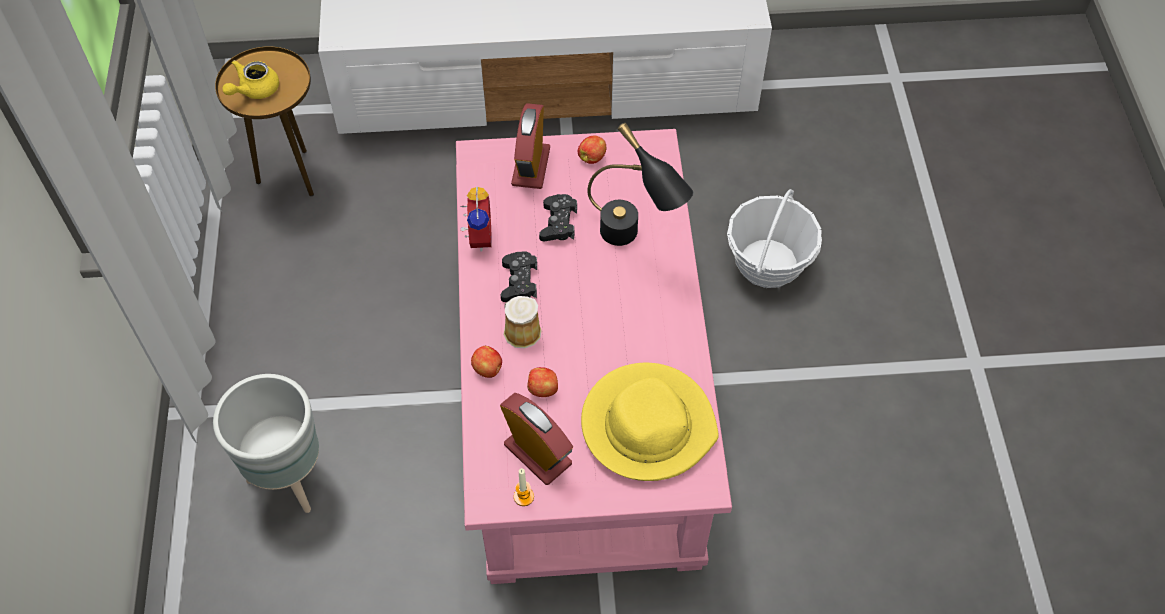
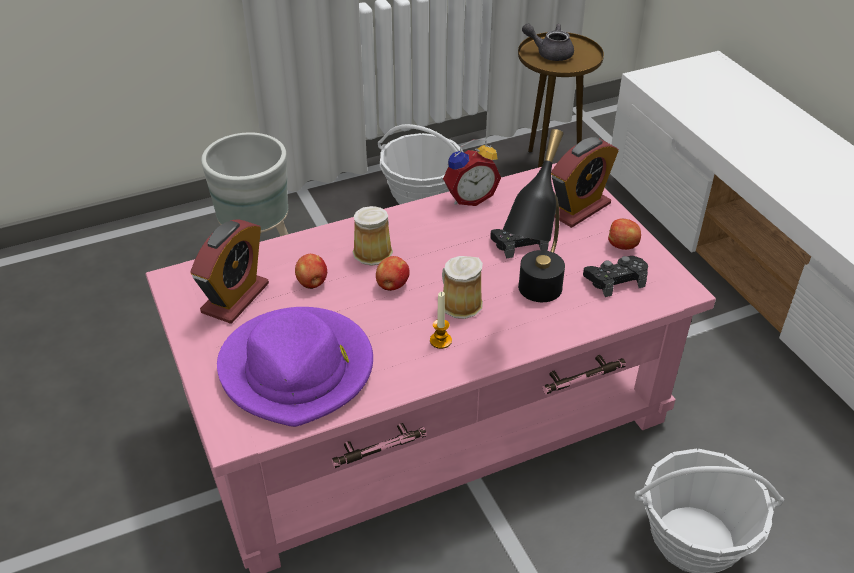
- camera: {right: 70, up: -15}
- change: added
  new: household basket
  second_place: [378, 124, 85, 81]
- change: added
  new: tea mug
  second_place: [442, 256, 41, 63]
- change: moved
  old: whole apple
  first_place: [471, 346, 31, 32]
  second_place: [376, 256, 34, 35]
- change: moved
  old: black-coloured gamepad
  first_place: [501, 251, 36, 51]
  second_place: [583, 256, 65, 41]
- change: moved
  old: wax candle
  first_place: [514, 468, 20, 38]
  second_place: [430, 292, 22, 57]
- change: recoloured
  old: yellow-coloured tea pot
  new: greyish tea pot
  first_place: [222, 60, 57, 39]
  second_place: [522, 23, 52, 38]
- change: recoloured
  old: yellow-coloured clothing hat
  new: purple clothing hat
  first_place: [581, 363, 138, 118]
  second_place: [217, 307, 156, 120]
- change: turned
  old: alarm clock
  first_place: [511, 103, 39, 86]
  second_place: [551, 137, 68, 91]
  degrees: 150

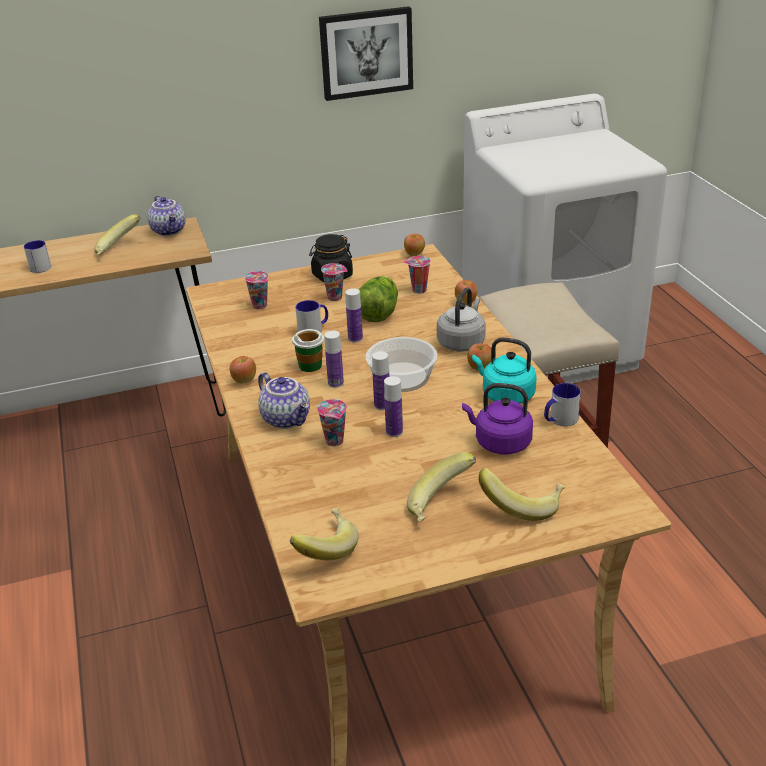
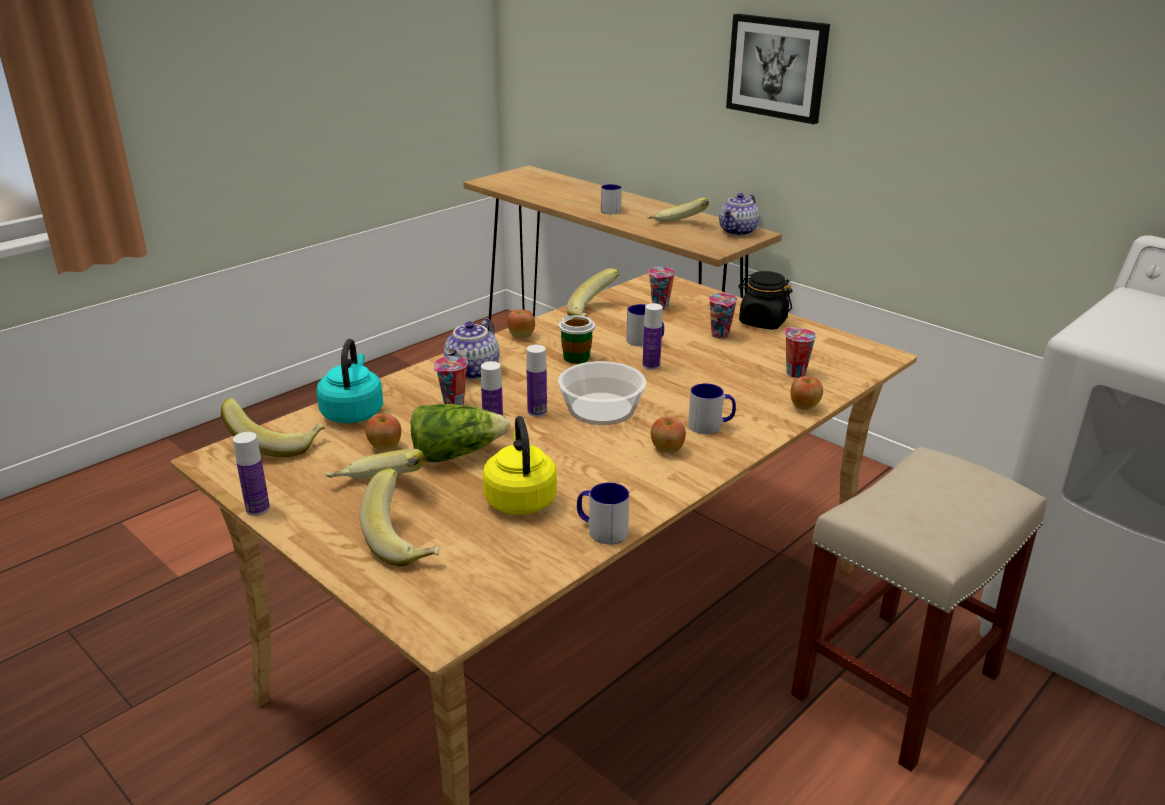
- camera: {right: 60, up: -5}
- change: added
  new: banana
  second_place: [566, 268, 54, 48]
- change: moved
  old: wall art
  first_place: [319, 6, 94, 95]
  second_place: [726, 14, 104, 110]
- change: moved
  old: drink bottle
  first_place: [324, 331, 20, 57]
  second_place: [233, 432, 37, 84]
- change: moved
  old: head of lettuce
  first_place: [359, 276, 39, 46]
  second_place: [411, 404, 99, 58]
- change: moved
  old: whole apple
  first_place: [404, 234, 21, 22]
  second_place: [366, 414, 35, 36]
- change: moved
  old: turquoise water kettle
  first_place: [472, 337, 65, 67]
  second_place: [317, 339, 66, 84]
- change: replaced
  old: greyish water kettle
  new: tea mug
  first_place: [437, 288, 49, 64]
  second_place: [688, 383, 48, 51]
- change: recoloured
  old: purple water kettle
  new: yellow-coloured water kettle
  first_place: [462, 383, 71, 72]
  second_place: [483, 416, 74, 99]

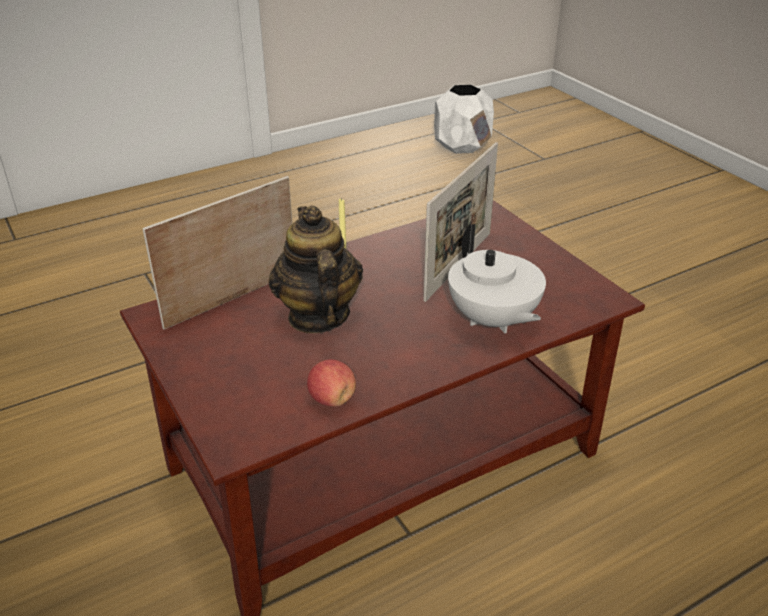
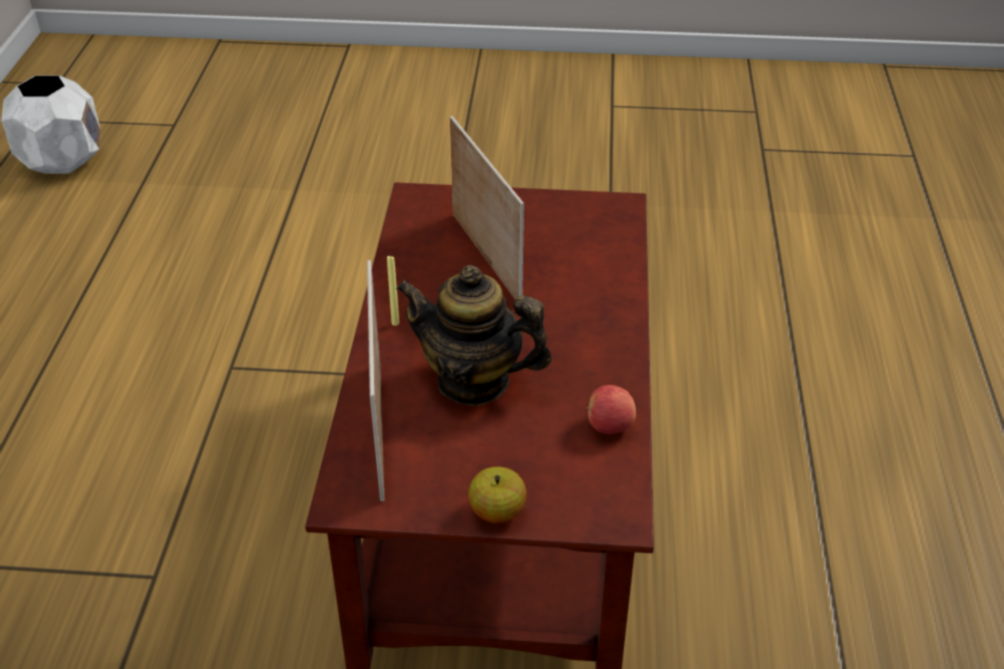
- camera: {right: -55, up: 5}
- change: removed
  old: white tea pot
  first_place: [448, 224, 98, 109]
- change: added
  new: whole apple
  second_place: [468, 467, 59, 57]

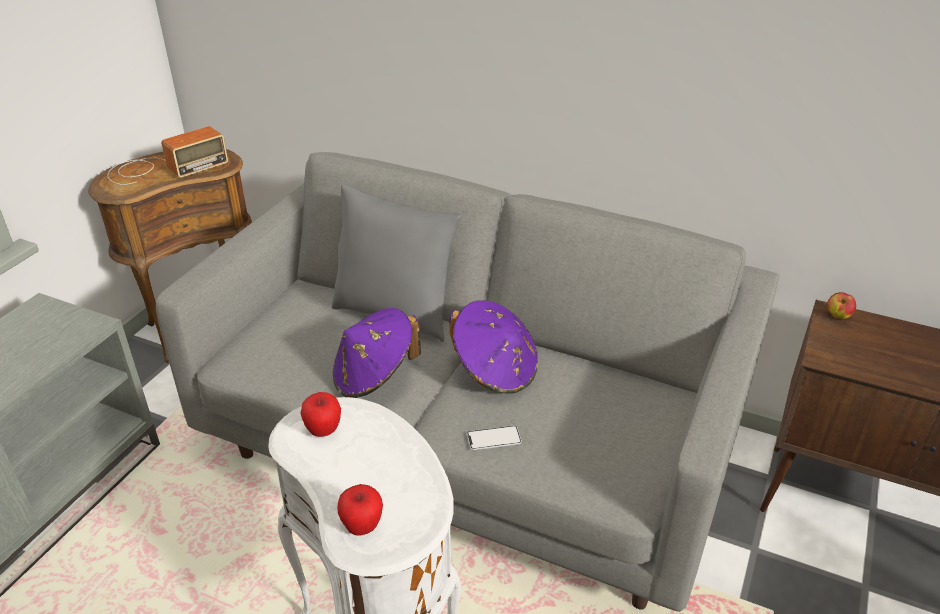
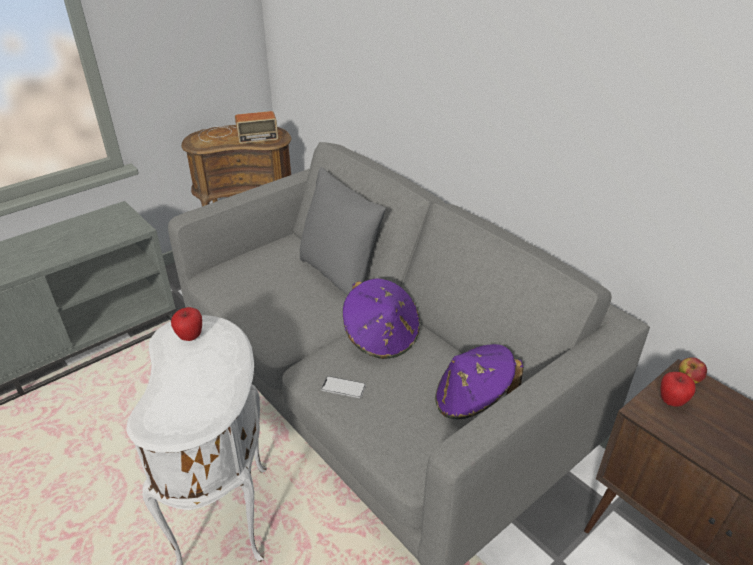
- camera: {right: 25, up: 0}
- change: moved
  old: purple clothing hat
  first_place: [333, 308, 88, 90]
  second_place: [435, 344, 88, 76]
- change: moved
  old: whole apple
  first_place: [337, 484, 46, 51]
  second_place: [660, 372, 36, 35]

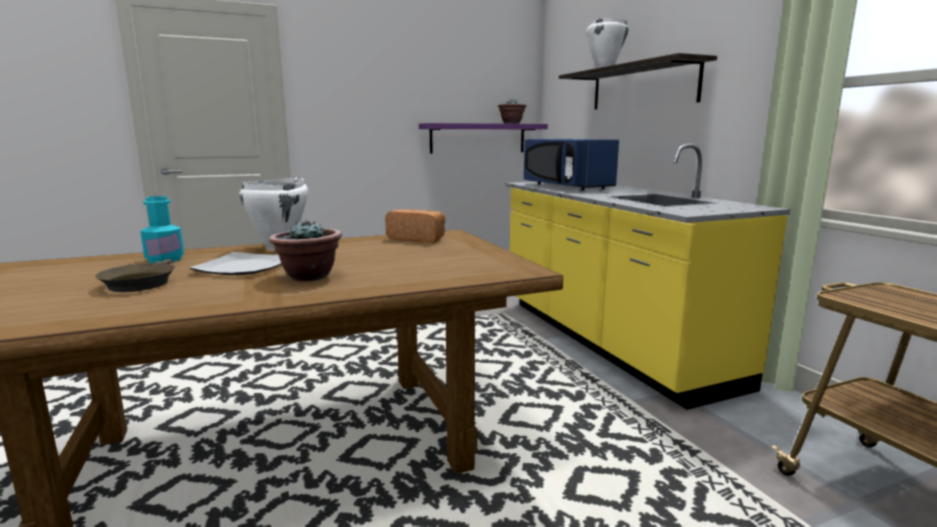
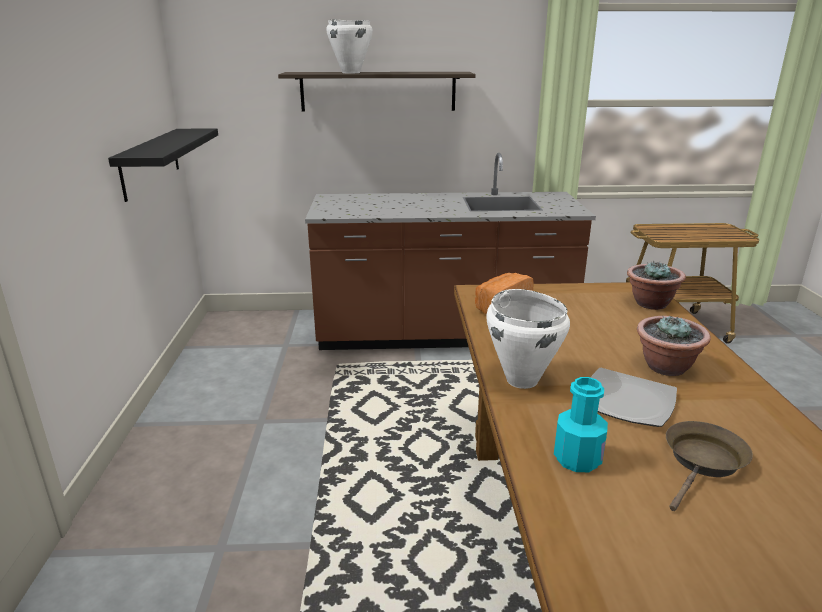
- camera: {right: -70, up: 10}
- change: removed
  old: bluish kitchen microwave
  first_place: [524, 139, 95, 52]
- change: moved
  old: potted plant
  first_place: [498, 99, 29, 25]
  second_place: [627, 260, 59, 50]
- change: recoloured
  old: purple wall shelf
  new: black-coloured wall shelf
  first_place: [419, 123, 129, 31]
  second_place: [108, 128, 110, 74]
- change: recoloured
  old: yellow-coloured counter
  new: brown-coloured counter
  first_place: [505, 144, 285, 266]
  second_place: [305, 153, 291, 197]
- change: turned
  old: brown-coloured frying pan
  first_place: [95, 259, 80, 33]
  second_place: [666, 421, 87, 90]
  degrees: -60

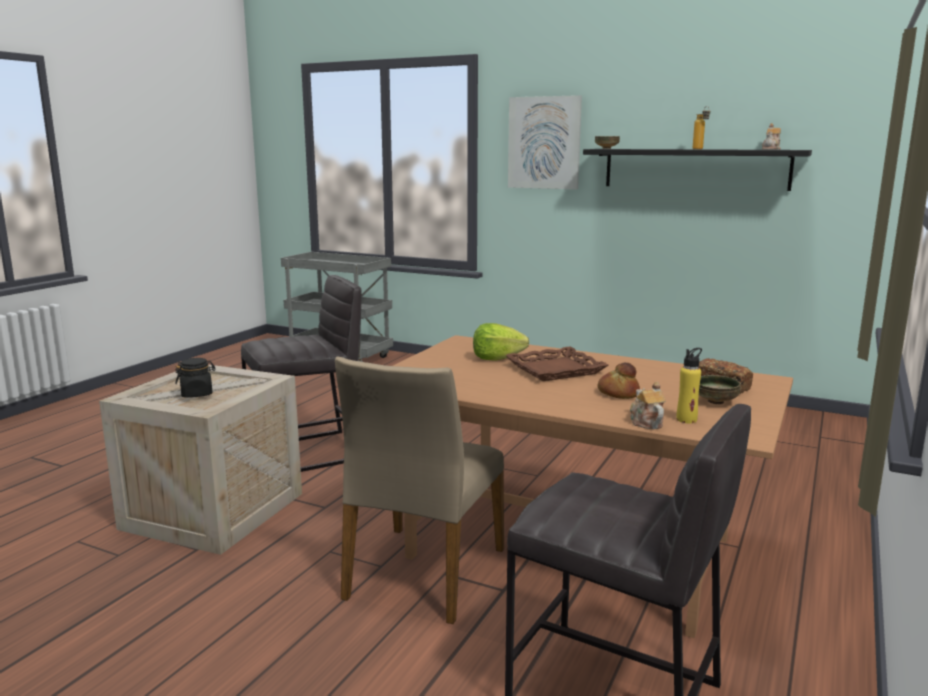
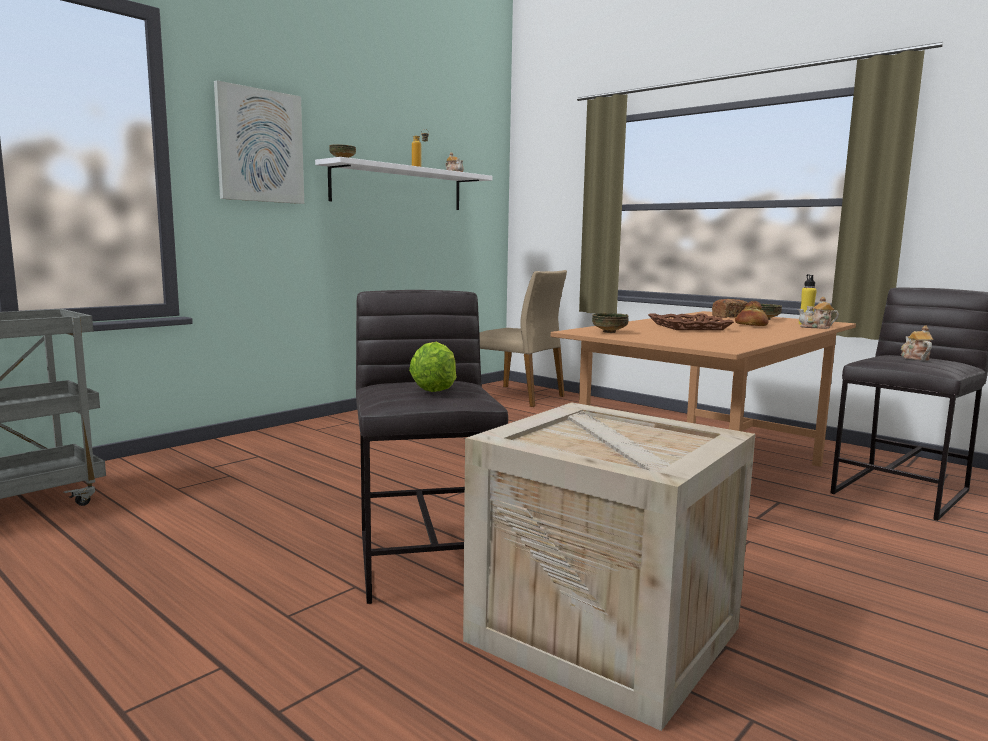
- camera: {right: -75, up: -5}
- change: removed
  old: black-coloured preserve jar
  first_place: [175, 358, 41, 40]
- change: added
  new: serving bowl
  second_place: [592, 313, 36, 20]
- change: added
  new: tea pot
  second_place: [901, 326, 32, 34]
- change: moved
  old: beige chair
  first_place: [335, 356, 169, 268]
  second_place: [479, 270, 88, 137]
- change: moved
  old: head of lettuce
  first_place: [473, 323, 56, 38]
  second_place: [409, 342, 48, 50]
- change: recoloured
  old: black-coloured wall shelf
  new: white wall shelf
  first_place: [583, 149, 229, 42]
  second_place: [315, 157, 178, 53]

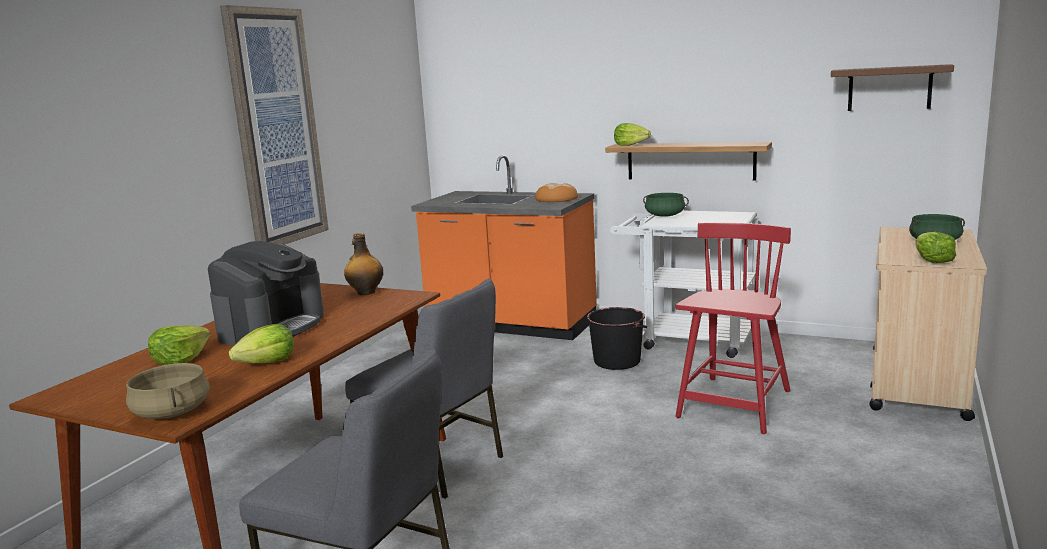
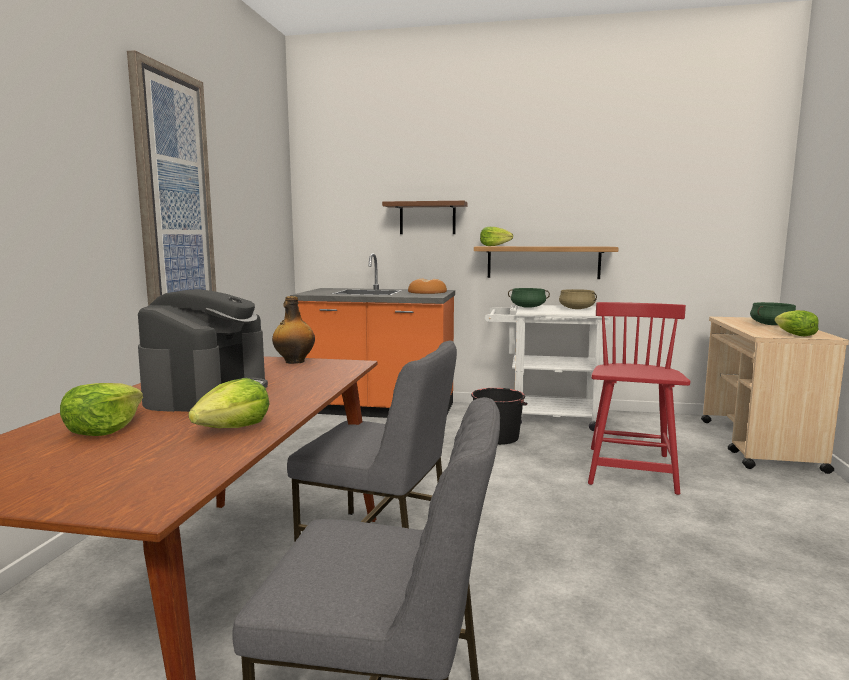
- camera: {right: -15, up: -5}
- change: moved
  old: beige stockpot
  first_place: [126, 363, 84, 56]
  second_place: [559, 289, 38, 20]
- change: moved
  old: brown-coloured wall shelf
  first_place: [831, 64, 123, 47]
  second_place: [382, 201, 85, 33]

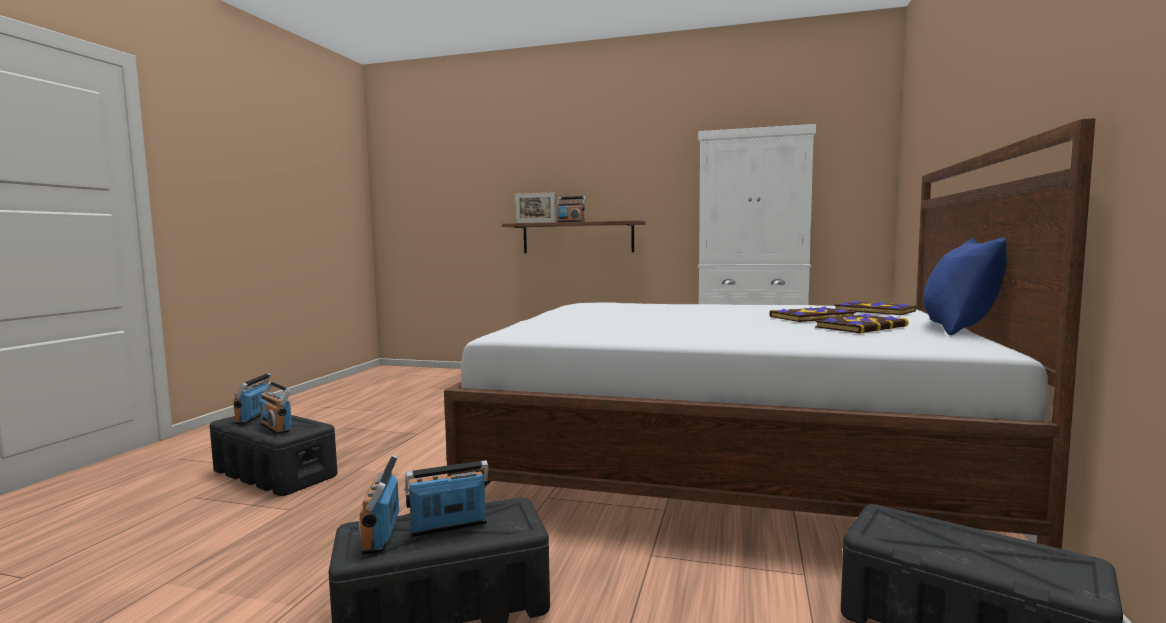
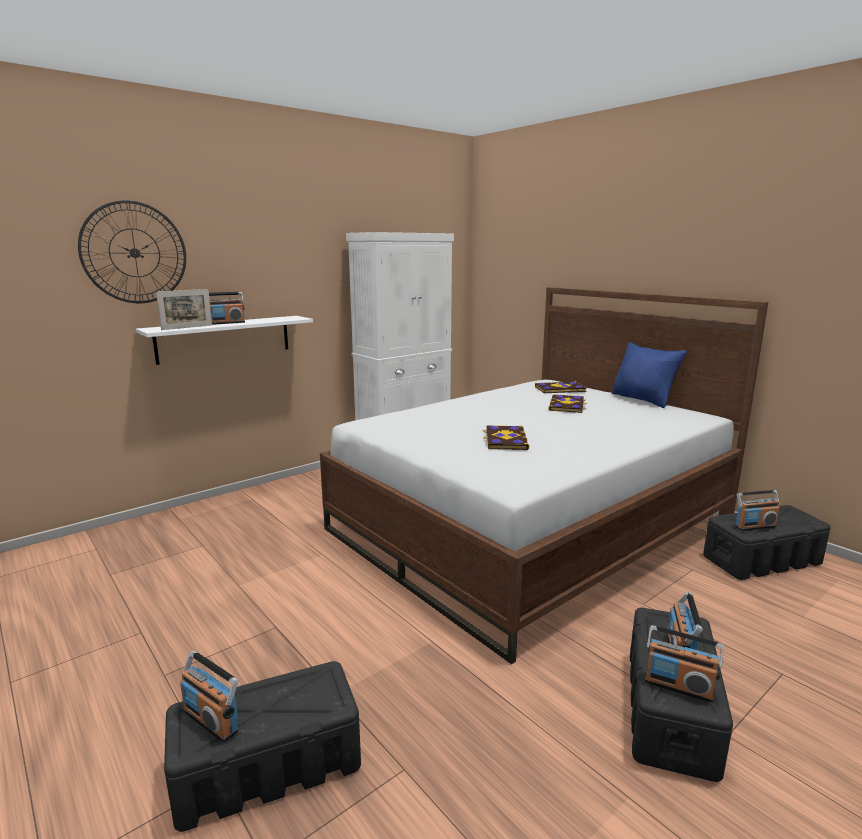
- camera: {right: -55, up: 10}
- change: added
  new: hanging clock
  second_place: [78, 200, 108, 103]
- change: moved
  old: radio set
  first_place: [259, 381, 33, 53]
  second_place: [735, 490, 45, 41]
- change: moved
  old: book
  first_place: [815, 313, 94, 21]
  second_place: [483, 426, 46, 24]
- change: recoloured
  old: brown-coloured wall shelf
  new: white wall shelf
  first_place: [502, 220, 144, 33]
  second_place: [136, 316, 177, 49]

